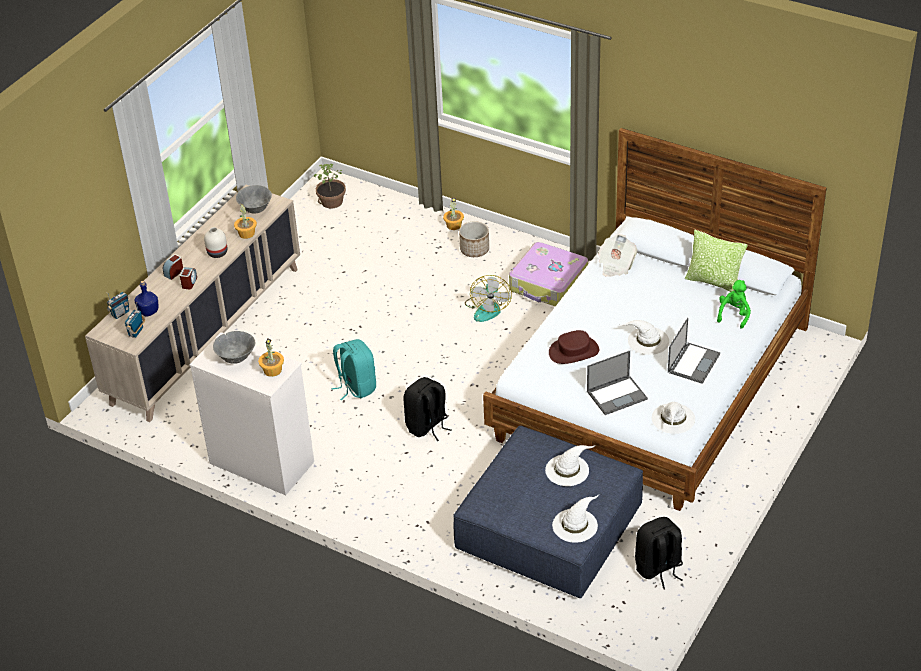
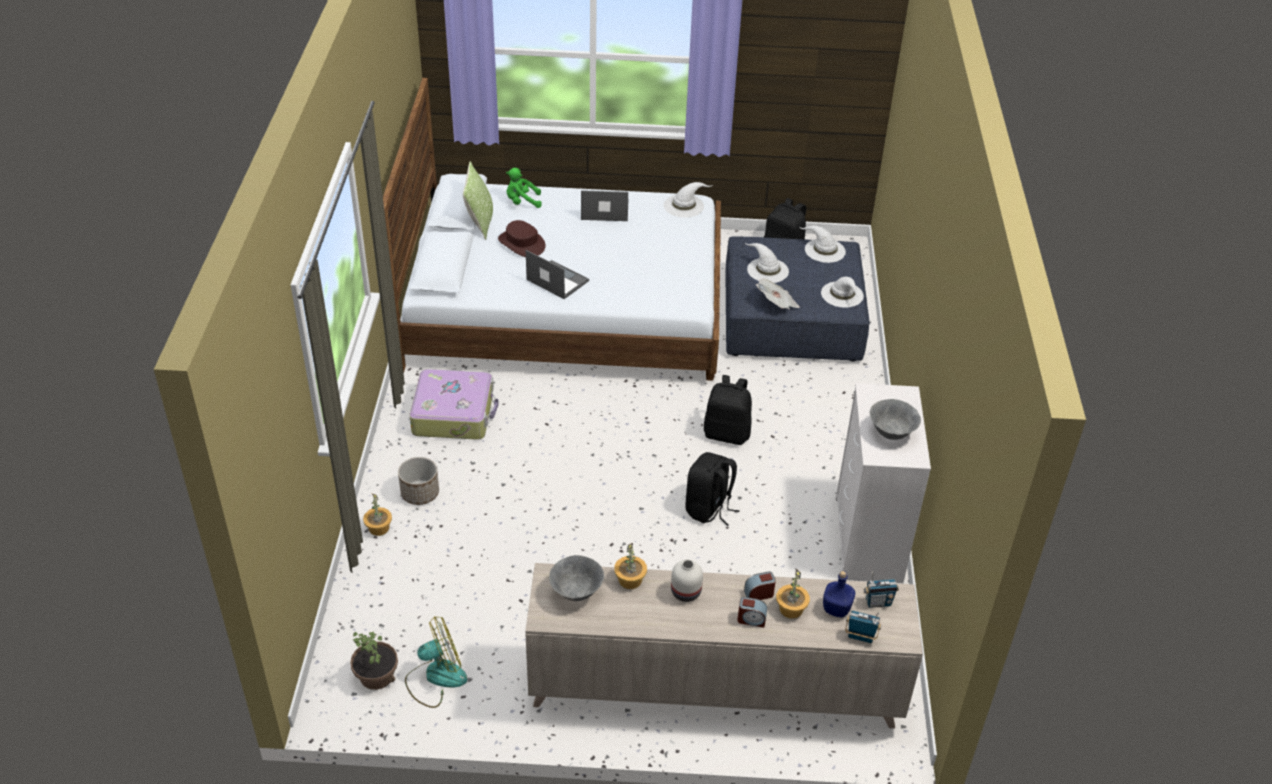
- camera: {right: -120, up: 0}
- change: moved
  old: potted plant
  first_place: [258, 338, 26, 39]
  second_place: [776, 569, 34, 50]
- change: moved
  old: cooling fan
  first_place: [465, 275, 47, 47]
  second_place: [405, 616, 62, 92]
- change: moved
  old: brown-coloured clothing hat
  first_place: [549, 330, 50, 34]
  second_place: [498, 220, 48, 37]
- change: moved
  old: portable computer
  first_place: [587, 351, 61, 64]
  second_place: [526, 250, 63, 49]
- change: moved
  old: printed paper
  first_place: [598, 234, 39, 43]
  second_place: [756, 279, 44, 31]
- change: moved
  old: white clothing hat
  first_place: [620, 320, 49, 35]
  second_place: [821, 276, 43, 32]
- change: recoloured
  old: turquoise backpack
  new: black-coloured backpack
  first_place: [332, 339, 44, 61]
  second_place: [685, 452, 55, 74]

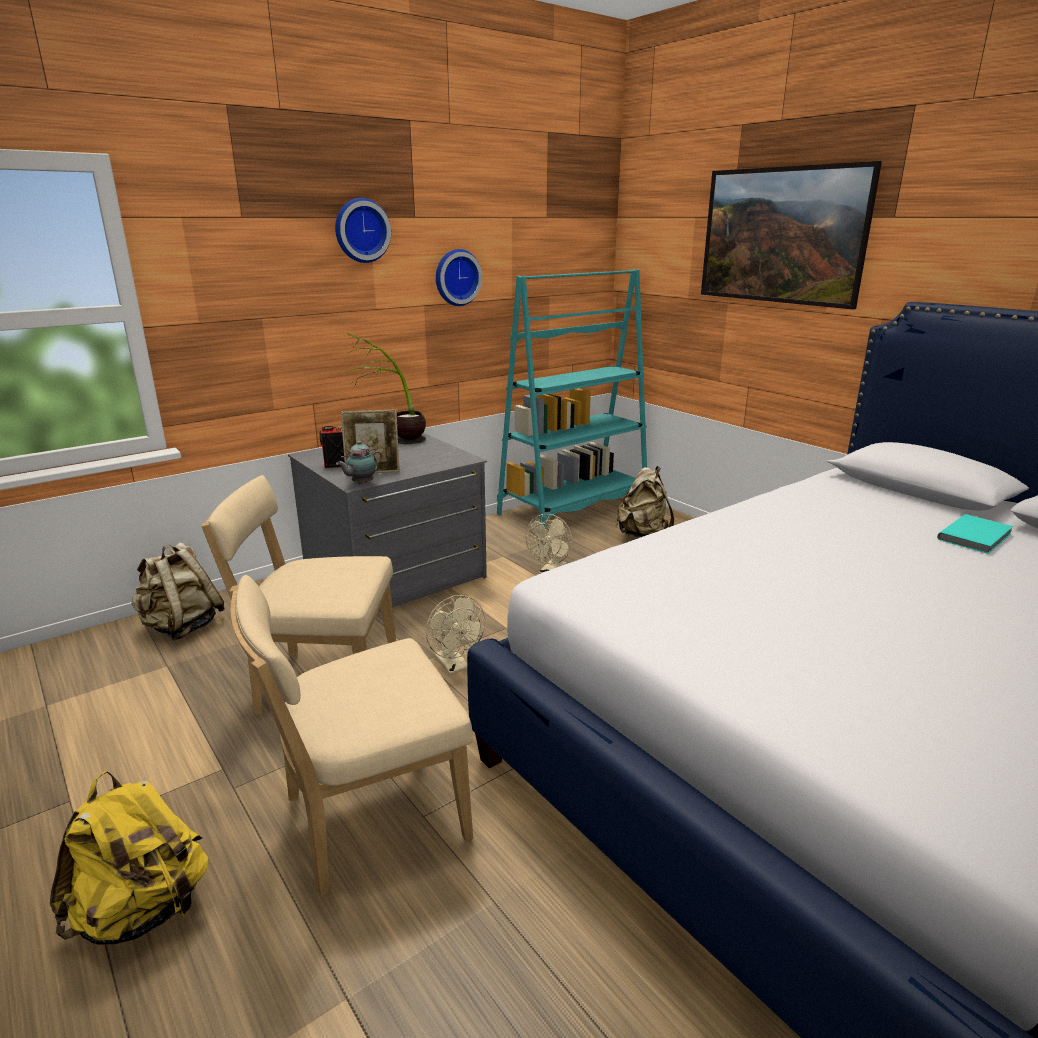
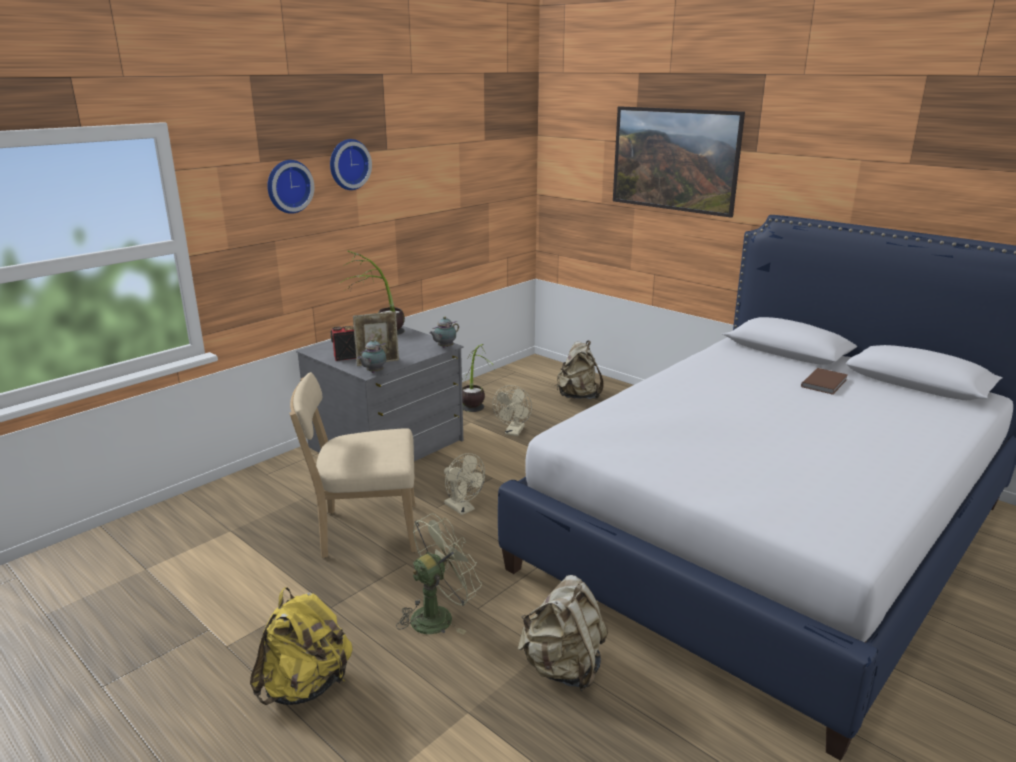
- camera: {right: -10, up: 0}
- change: removed
  old: turquoise bookcase
  first_place: [497, 269, 150, 260]
- change: added
  new: tea pot
  second_place: [429, 316, 30, 32]
- change: added
  new: potted plant
  second_place: [462, 344, 33, 68]
- change: moved
  old: beige backpack
  first_place: [132, 542, 93, 99]
  second_place: [518, 575, 90, 116]
- change: moved
  old: hanging clock
  first_place: [436, 249, 46, 57]
  second_place: [267, 160, 47, 54]
- change: replaced
  old: beige chair
  new: green-coloured cooling fan
  first_place: [229, 575, 244, 322]
  second_place: [396, 513, 86, 122]
- change: recoloured
  old: turquoise book
  new: brown-coloured book
  first_place: [937, 514, 77, 40]
  second_place: [801, 368, 47, 27]

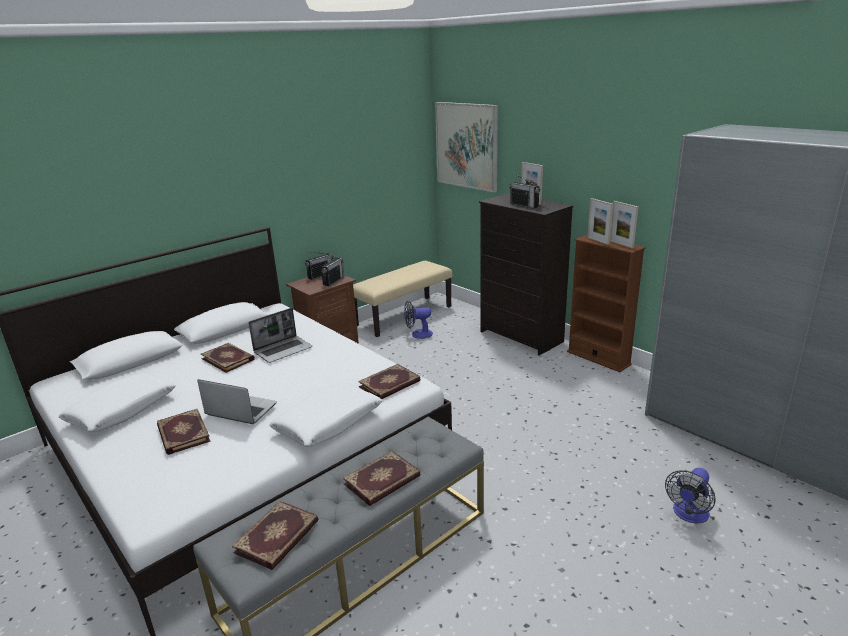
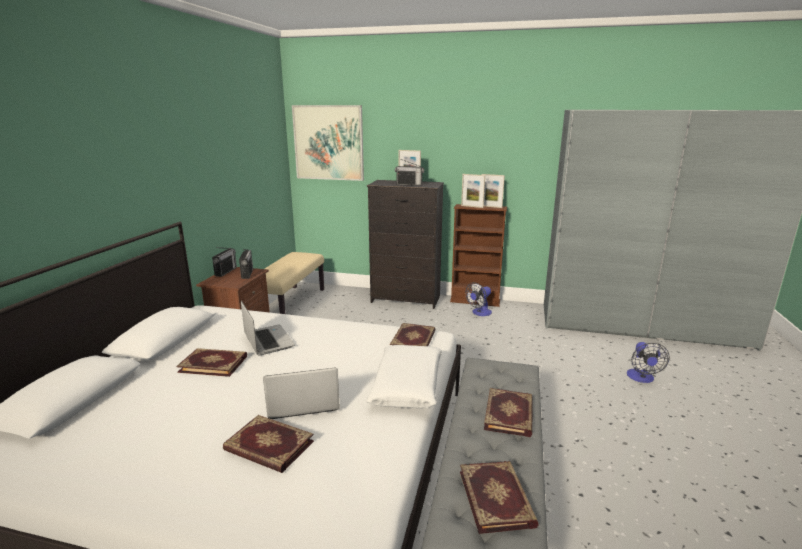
- camera: {right: -35, up: -5}
- change: removed
  old: white cushion
  first_place: [59, 373, 117, 59]
- change: moved
  old: cooling fan
  first_place: [404, 300, 29, 39]
  second_place: [466, 282, 26, 34]
- change: turned
  old: portable computer
  first_place: [248, 308, 65, 55]
  second_place: [241, 301, 54, 54]
  degrees: -45

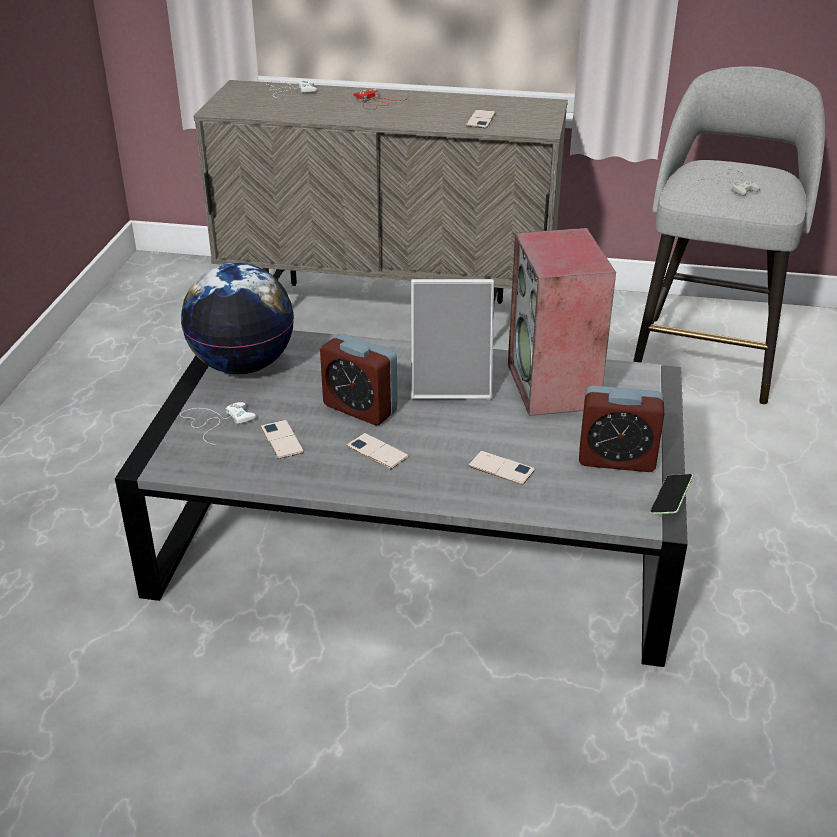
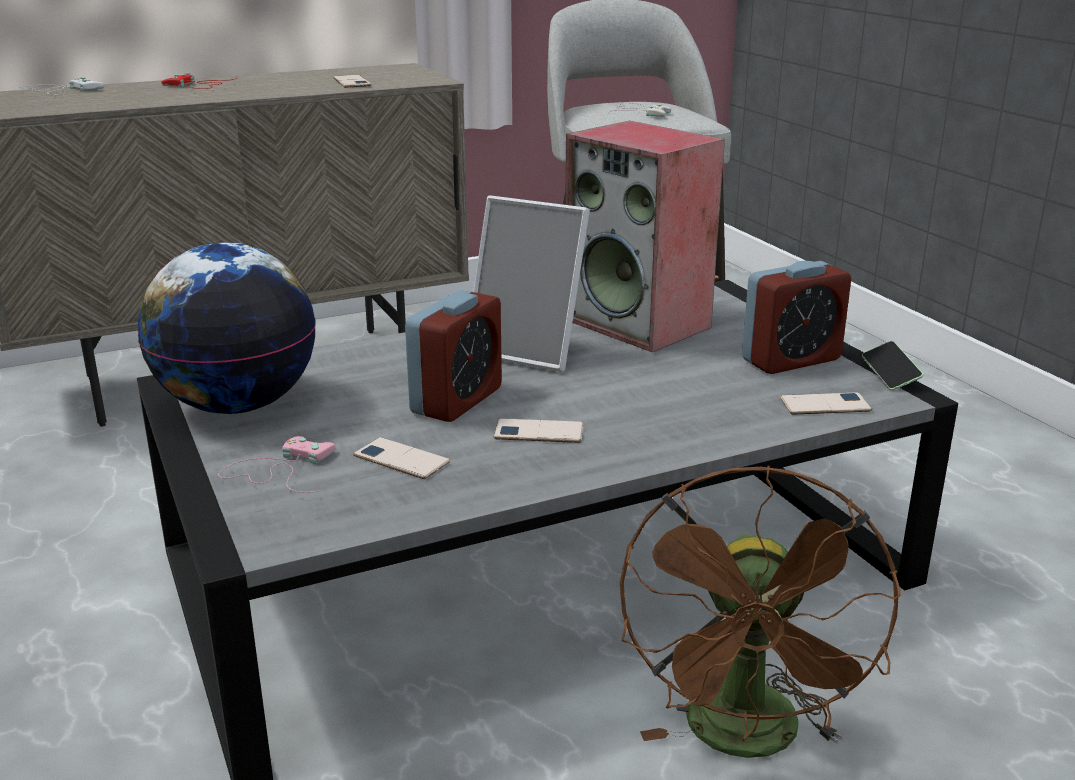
- camera: {right: -35, up: -10}
- change: added
  new: brown-coloured cooling fan
  second_place: [620, 466, 281, 292]
- change: moved
  old: handset
  first_place: [468, 450, 67, 35]
  second_place: [780, 392, 92, 23]
- change: recoloured
  old: white gamepad
  new: pink gamepad
  first_place: [180, 402, 76, 43]
  second_place: [218, 436, 117, 57]
- change: turned
  old: alarm clock
  first_place: [320, 334, 78, 91]
  second_place: [405, 290, 97, 132]
  degrees: -60
- change: turned
  old: photo frame
  first_place: [411, 279, 83, 121]
  second_place: [473, 195, 117, 177]
  degrees: 60

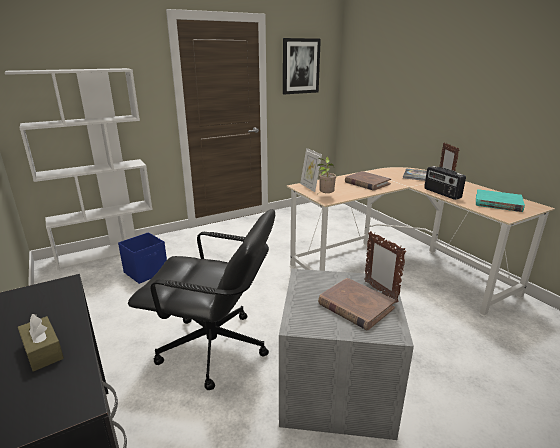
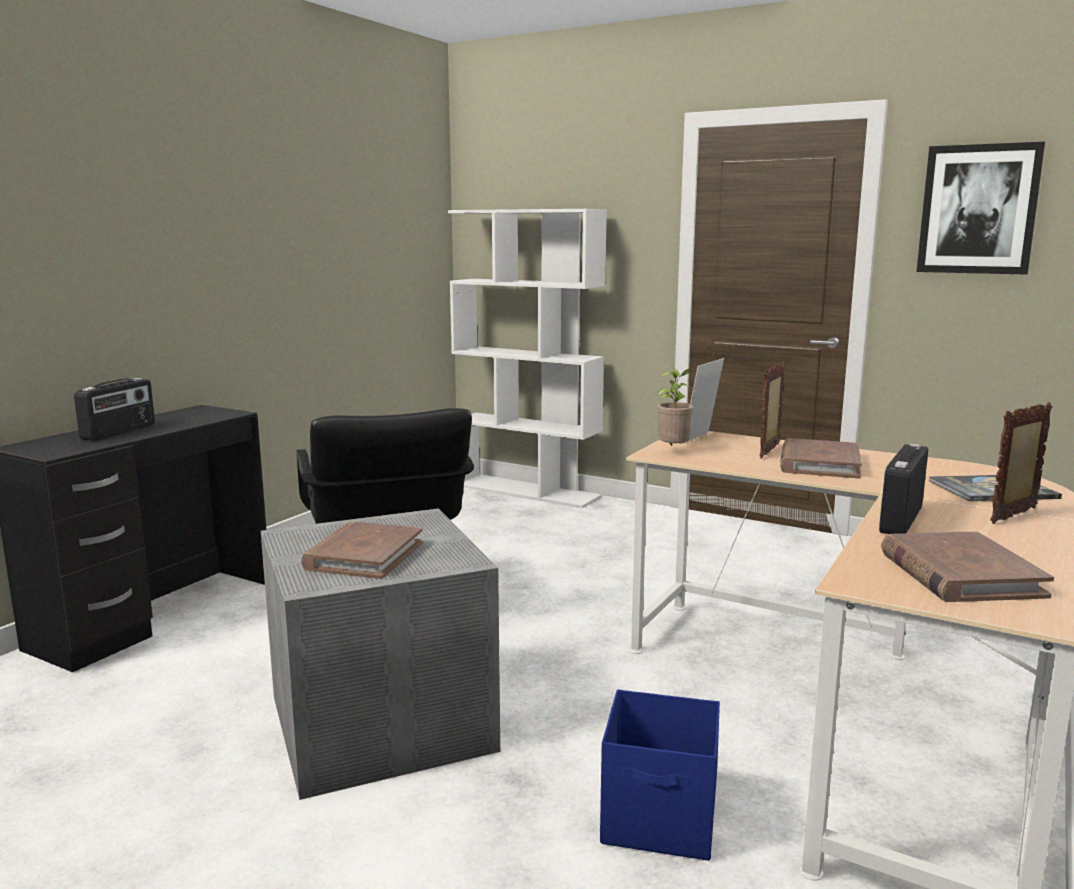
- camera: {right: 60, up: -10}
- change: moved
  old: bluish storage bin
  first_place: [118, 232, 49, 52]
  second_place: [600, 690, 120, 171]
- change: moved
  old: photo frame
  first_place: [364, 231, 42, 72]
  second_place: [760, 362, 25, 96]
- change: replaced
  old: brown-coloured tissue holder
  new: radio set
  first_place: [18, 314, 46, 58]
  second_place: [74, 378, 81, 63]
- change: recoloured
  old: turquoise book
  new: brown-coloured book
  first_place: [476, 189, 49, 23]
  second_place: [881, 531, 173, 71]

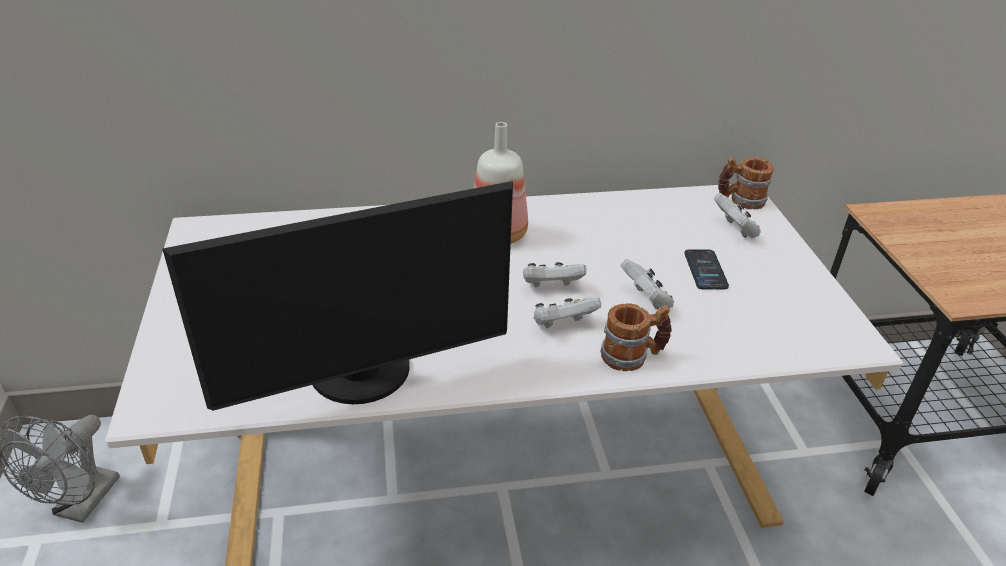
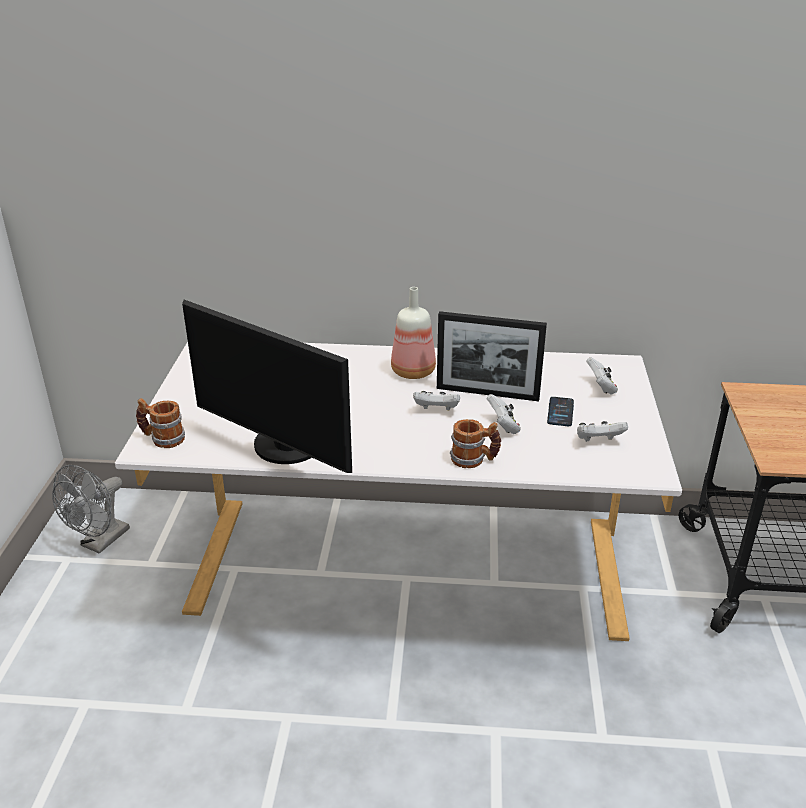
- camera: {right: 15, up: -5}
- change: added
  new: photo frame
  second_place: [437, 311, 110, 91]
- change: moved
  old: white gamepad
  first_place: [533, 297, 68, 31]
  second_place: [577, 421, 51, 21]
- change: moved
  old: tea mug
  first_place: [718, 157, 56, 52]
  second_place: [136, 398, 49, 50]
- change: turned
  old: computer screen
  first_place: [162, 181, 351, 230]
  second_place: [182, 300, 170, 173]
  degrees: 45

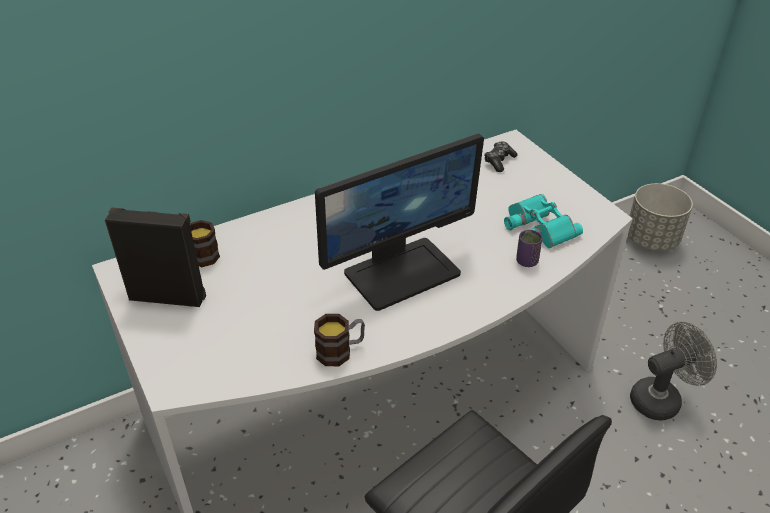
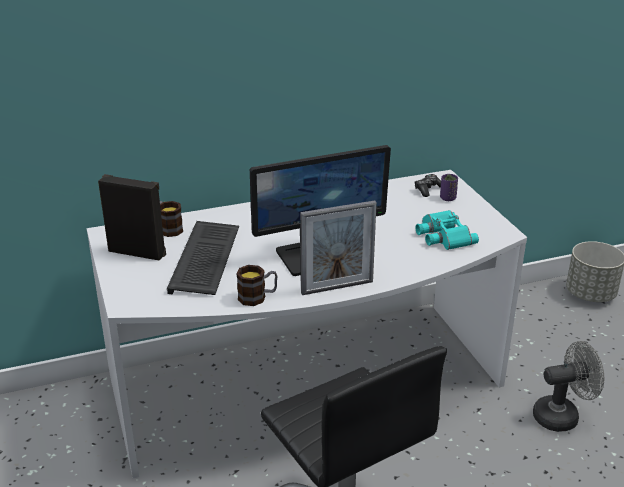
- camera: {right: 10, up: -10}
- change: added
  new: computer keyboard
  second_place: [167, 221, 72, 74]
- change: added
  new: photo frame
  second_place: [300, 200, 77, 95]
- change: moved
  old: purple cup
  first_place: [516, 230, 26, 37]
  second_place: [440, 174, 18, 27]

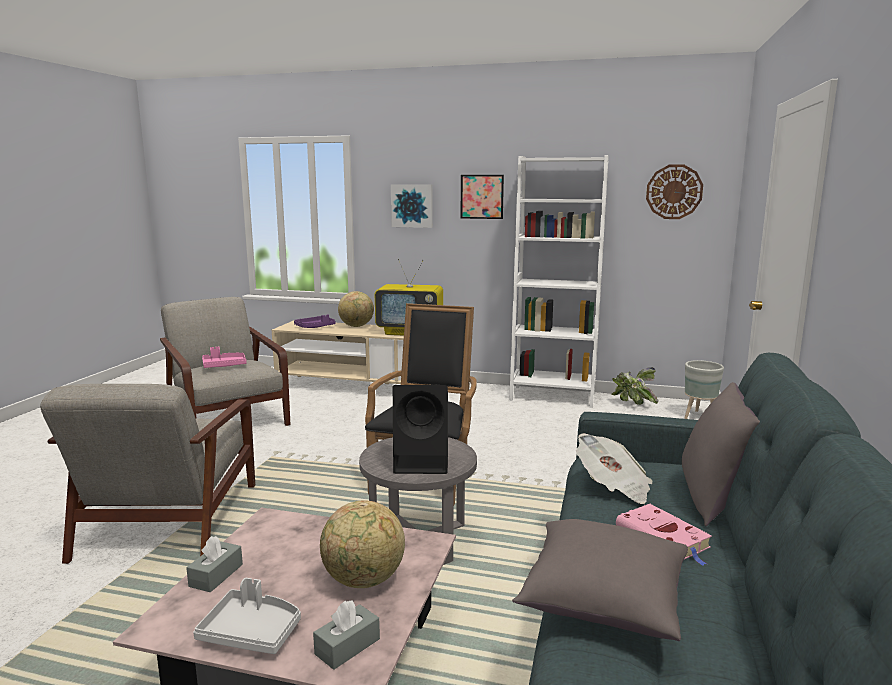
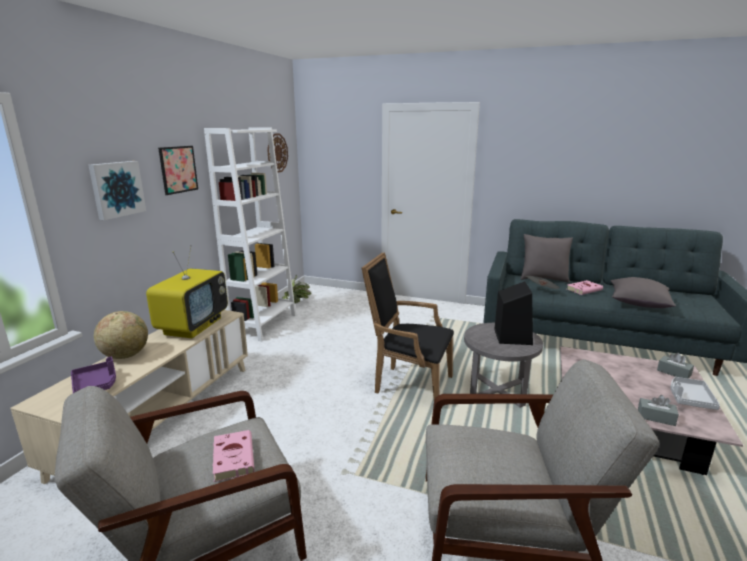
- camera: {right: -85, up: 5}
- change: removed
  old: desk globe
  first_place: [320, 500, 85, 88]
- change: removed
  old: greyish planter
  first_place: [685, 360, 39, 59]
- change: replaced
  old: pink serving tray
  new: pink book
  first_place: [202, 347, 44, 21]
  second_place: [213, 430, 42, 52]

